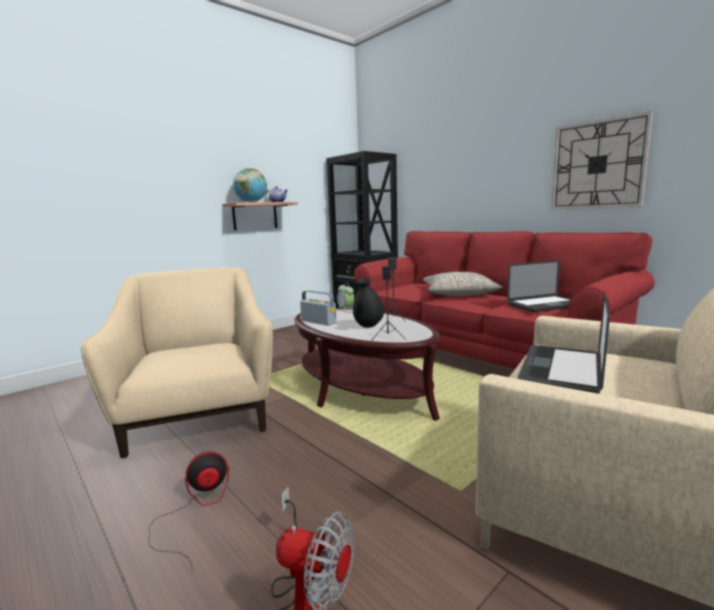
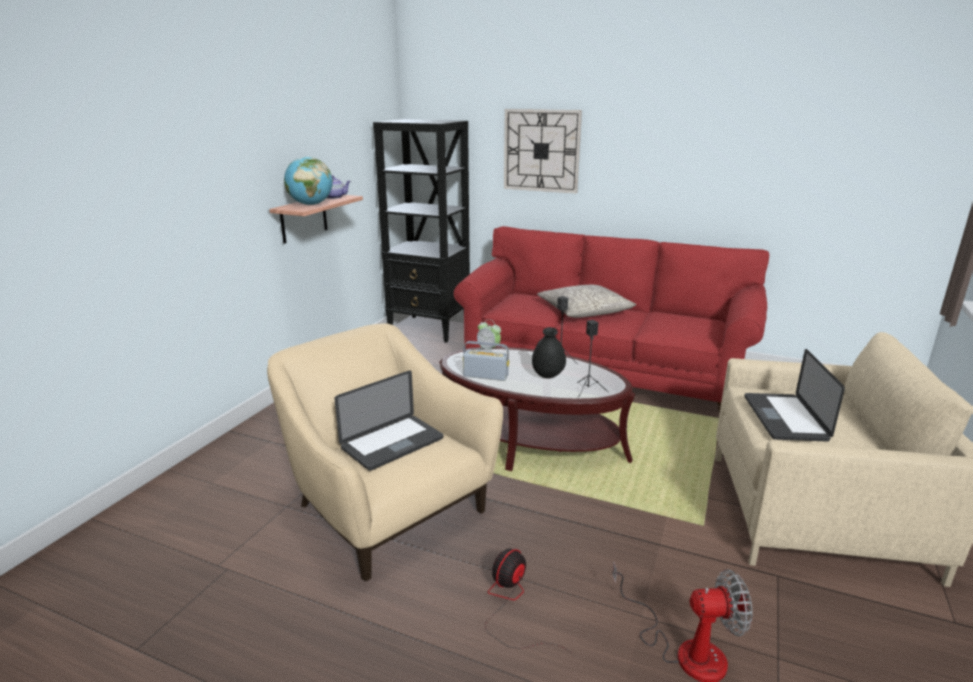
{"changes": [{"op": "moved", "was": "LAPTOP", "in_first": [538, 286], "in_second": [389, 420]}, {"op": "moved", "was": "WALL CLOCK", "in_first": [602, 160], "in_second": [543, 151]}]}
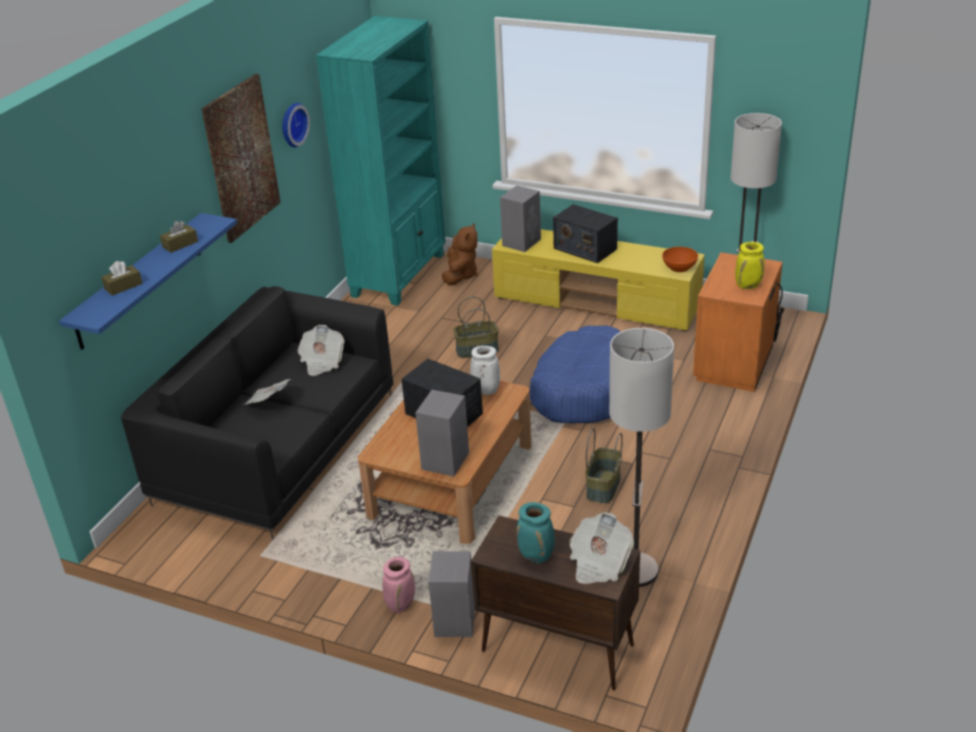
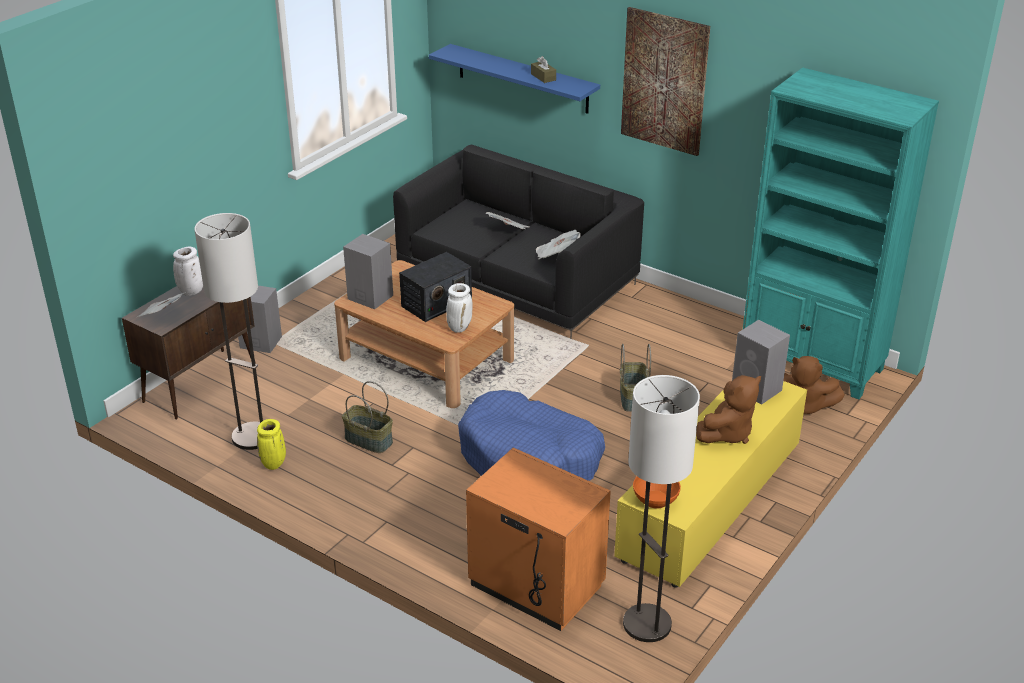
{"changes": [{"op": "removed", "was": "BROWN TISSUE BOX", "in_first": [122, 278]}, {"op": "removed", "was": "WALL CLOCK", "in_first": [296, 125]}, {"op": "removed", "was": "PINK VASE", "in_first": [398, 584]}, {"op": "moved", "was": "YELLOW VASE", "in_first": [750, 265], "in_second": [271, 444]}, {"op": "replaced", "was": "RADIO", "now": "BROWN PLUSH TOY", "in_first": [585, 233], "in_second": [728, 409]}, {"op": "recoloured", "was": "TURQUOISE VASE", "now": "WHITE VASE", "in_first": [536, 532], "in_second": [188, 271]}]}
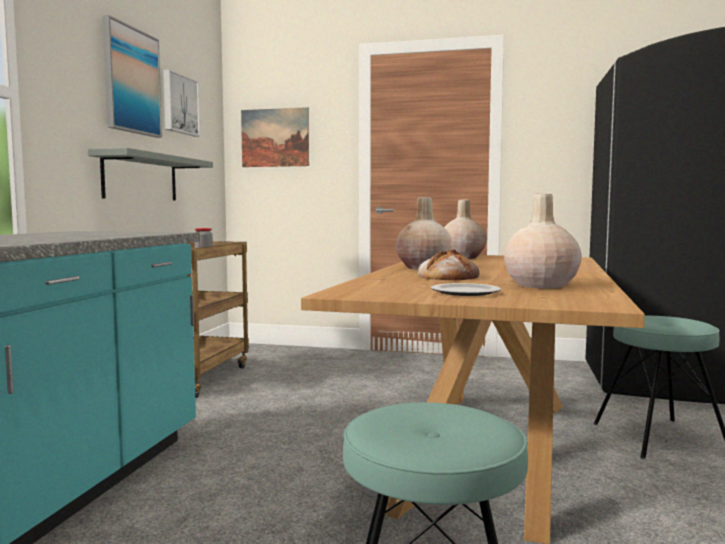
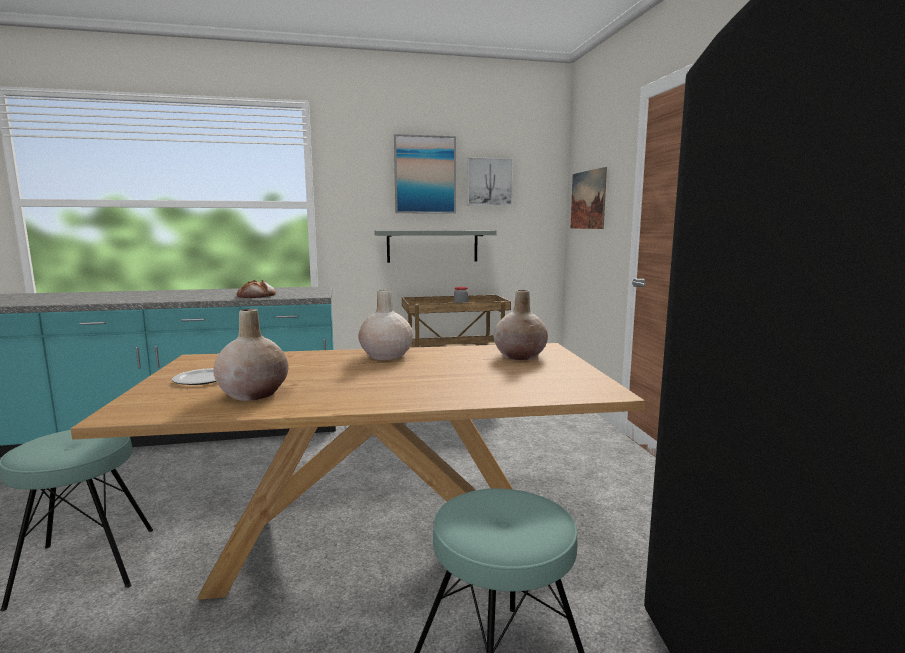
{"changes": [{"op": "moved", "was": "BREAD", "in_first": [448, 264], "in_second": [256, 289]}]}
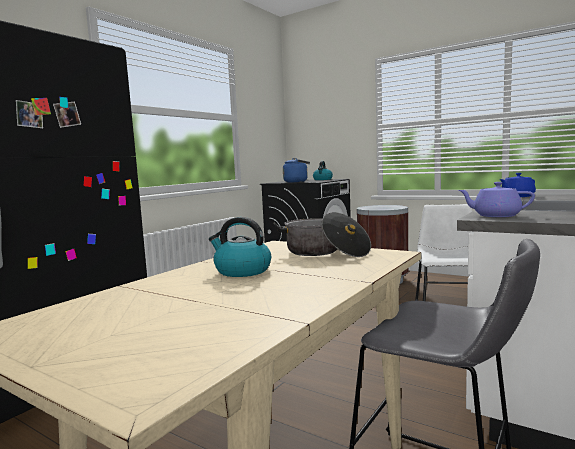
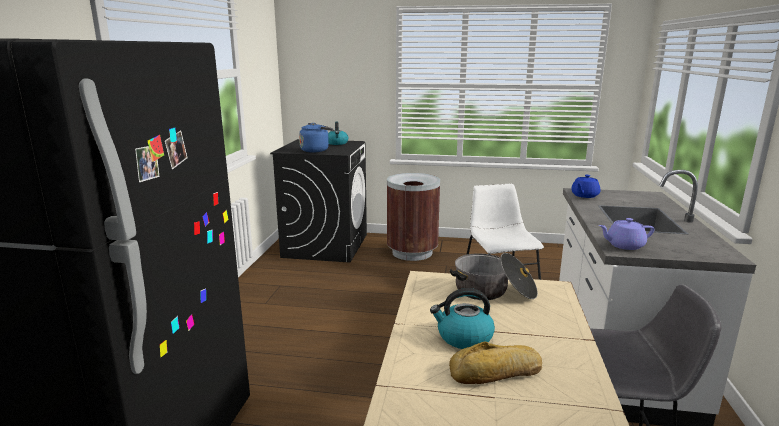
{"changes": [{"op": "added", "now": "BREAD", "in_second": [495, 362]}]}
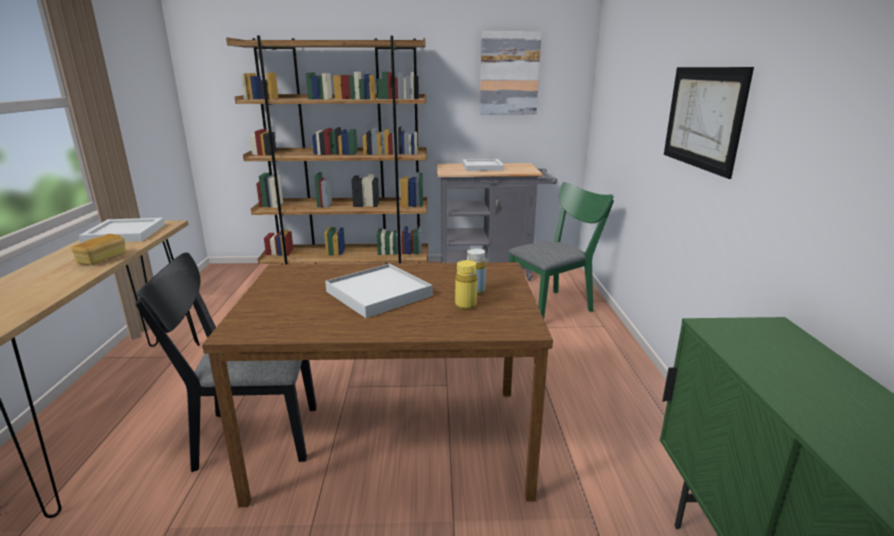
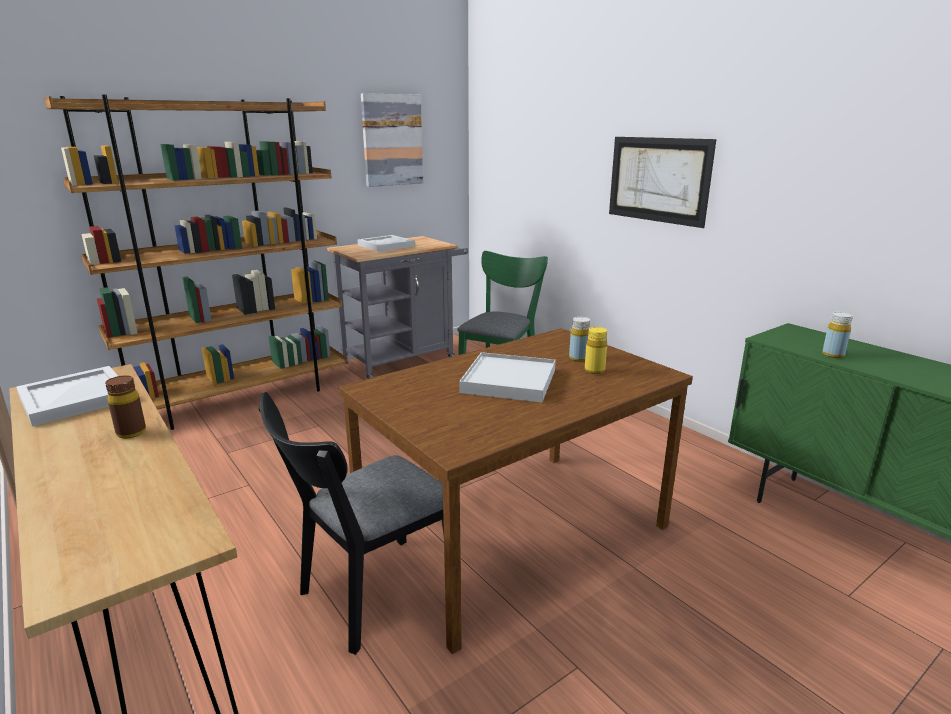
{"changes": [{"op": "added", "now": "YELLOW BOTTLE", "in_second": [837, 335]}, {"op": "replaced", "was": "BREAD", "now": "BROWN BOTTLE", "in_first": [99, 249], "in_second": [125, 407]}]}
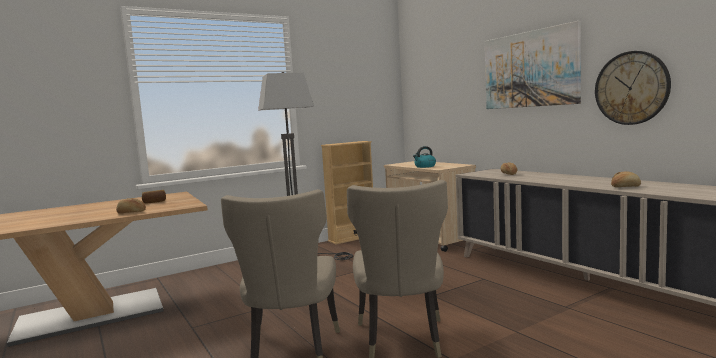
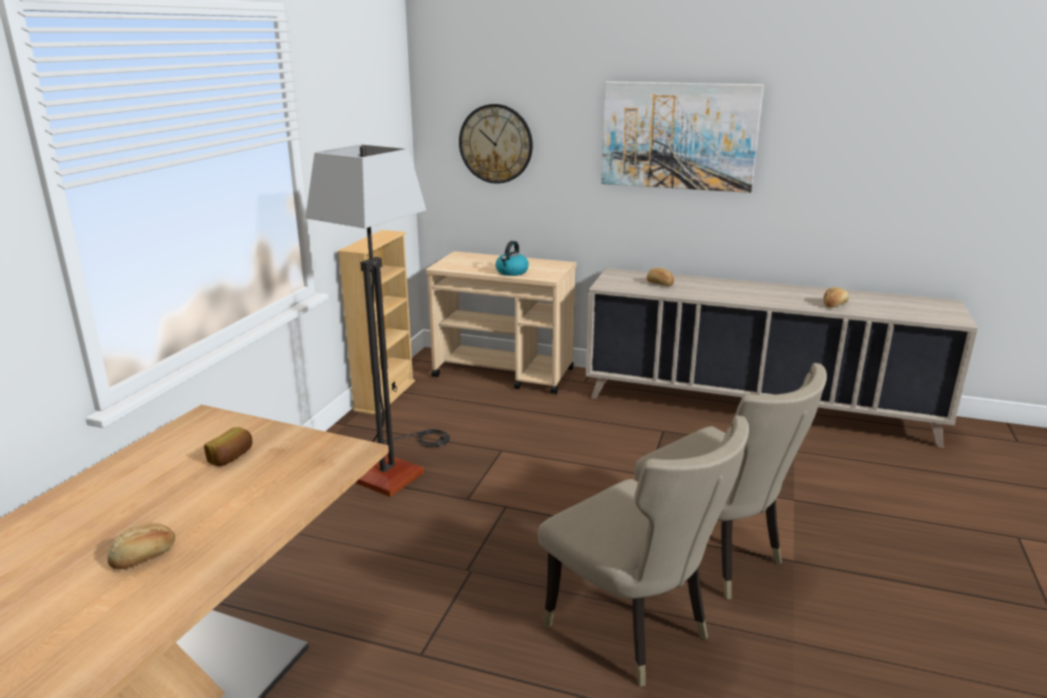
{"changes": [{"op": "moved", "was": "BREAD", "in_first": [131, 206], "in_second": [141, 546]}, {"op": "moved", "was": "WALL CLOCK", "in_first": [633, 88], "in_second": [496, 144]}]}
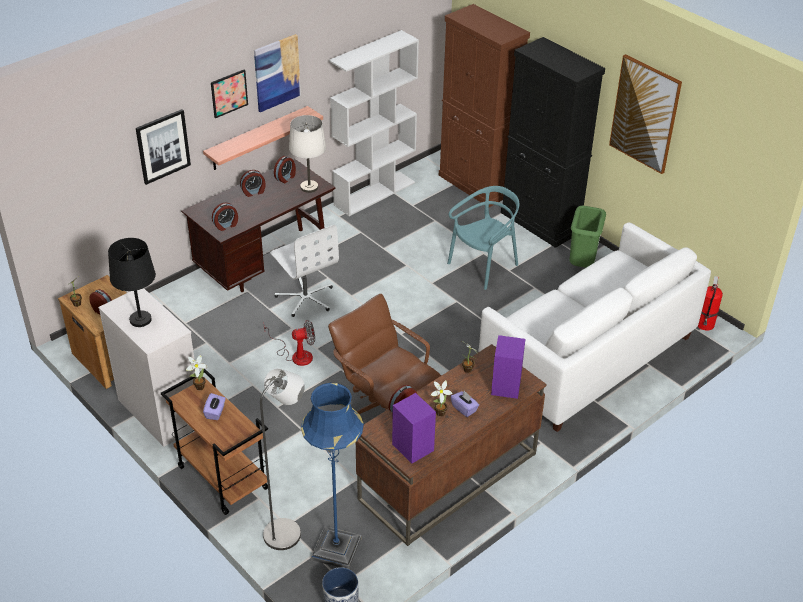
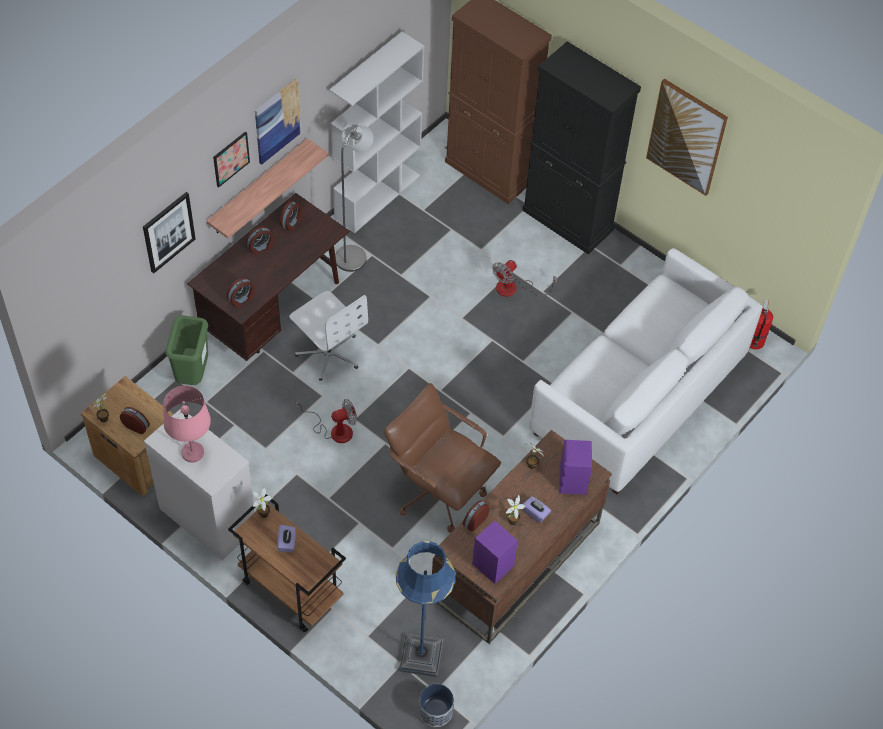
{"changes": [{"op": "removed", "was": "WHITE TABLE LAMP", "in_first": [307, 154]}, {"op": "moved", "was": "GREY FLOOR LAMP", "in_first": [282, 459], "in_second": [354, 197]}, {"op": "moved", "was": "GREEN TRASH CAN", "in_first": [588, 237], "in_second": [186, 350]}, {"op": "replaced", "was": "TURQUOISE CHAIR", "now": "FAN", "in_first": [483, 238], "in_second": [525, 278]}, {"op": "recoloured", "was": "BLACK TABLE LAMP", "now": "PINK TABLE LAMP", "in_first": [132, 282], "in_second": [187, 424]}]}
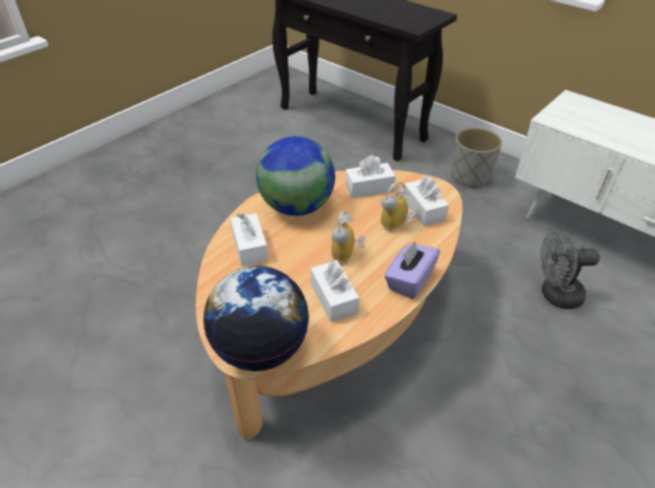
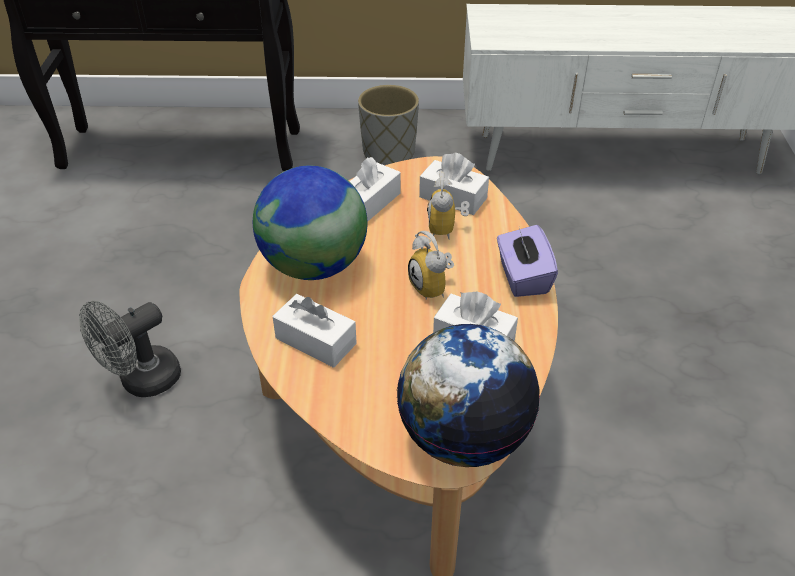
{"changes": [{"op": "moved", "was": "GREY FAN", "in_first": [570, 269], "in_second": [130, 349]}]}
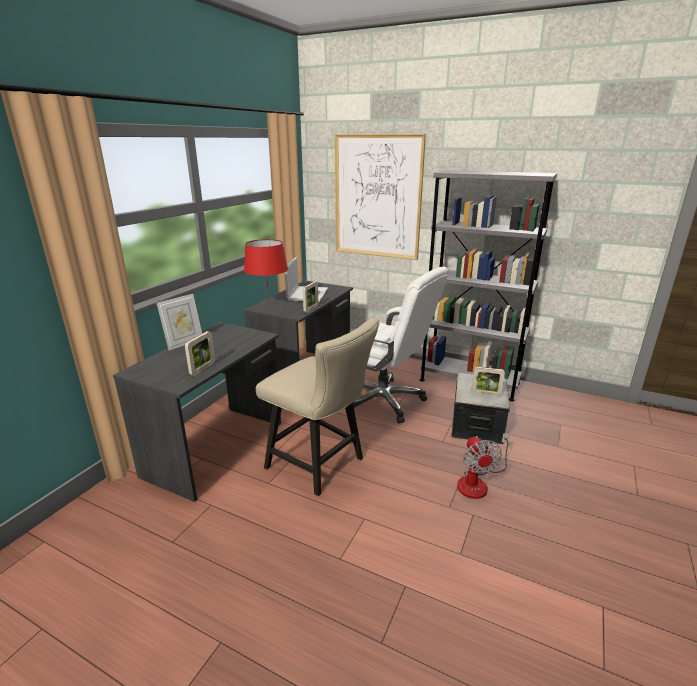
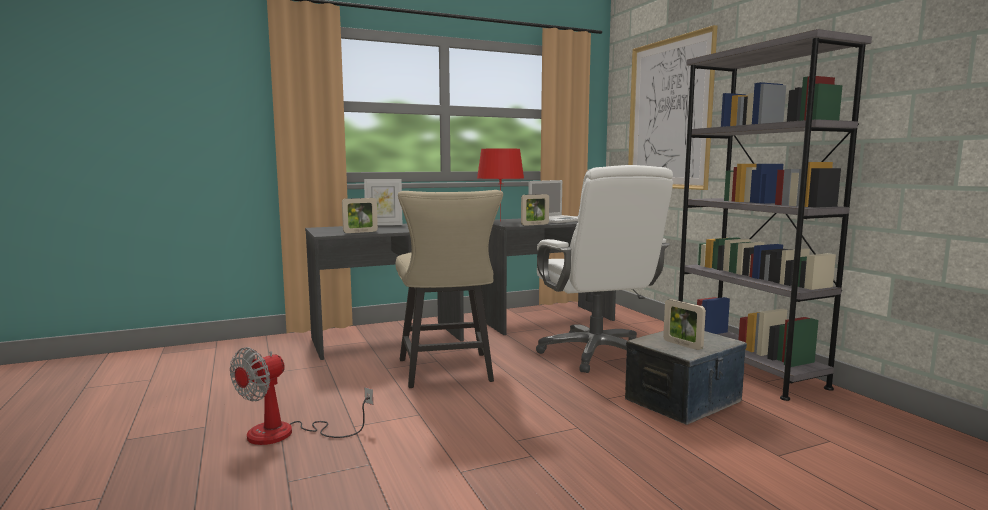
{"changes": [{"op": "moved", "was": "FAN", "in_first": [483, 466], "in_second": [301, 396]}]}
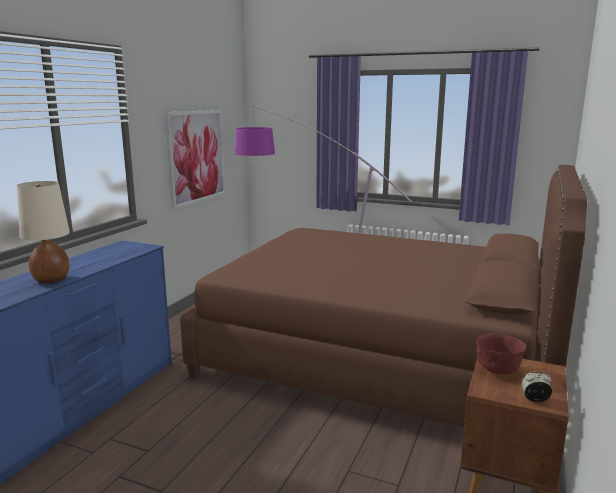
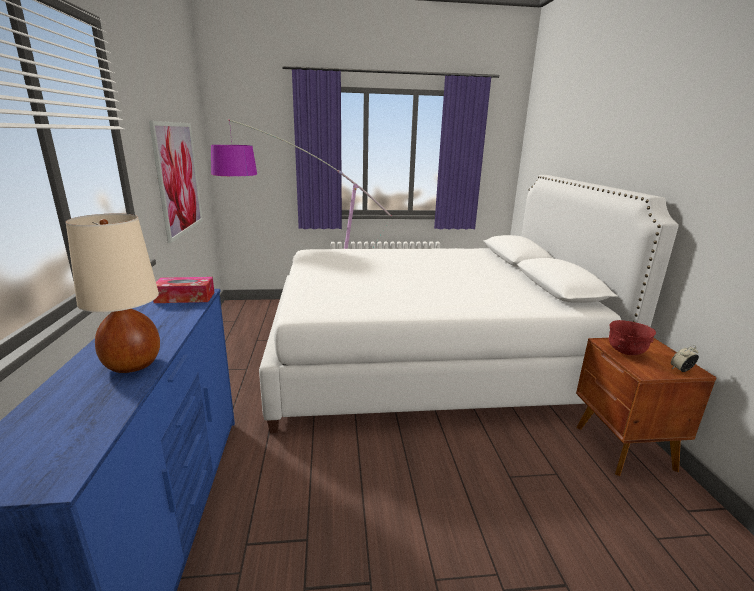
{"changes": [{"op": "added", "now": "TISSUE BOX", "in_second": [184, 290]}, {"op": "recoloured", "was": "BROWN BED", "now": "WHITE BED", "in_first": [383, 296], "in_second": [469, 304]}]}
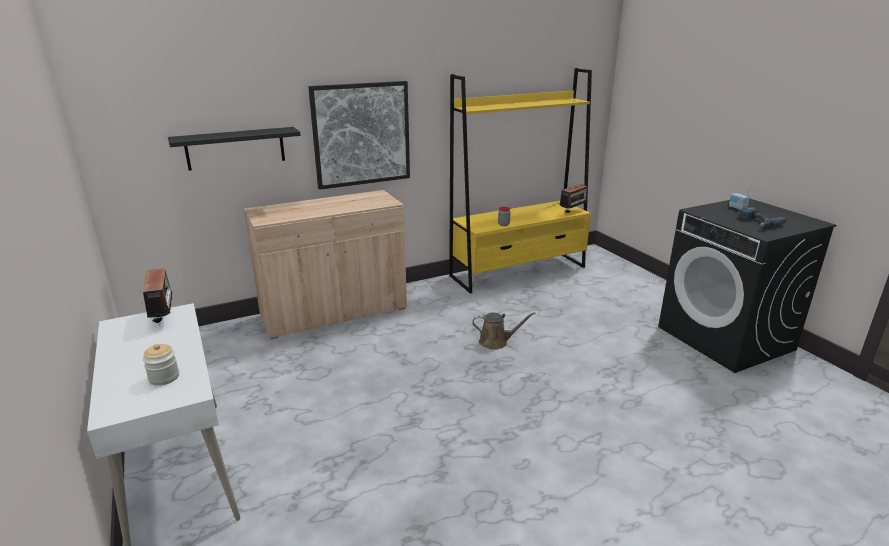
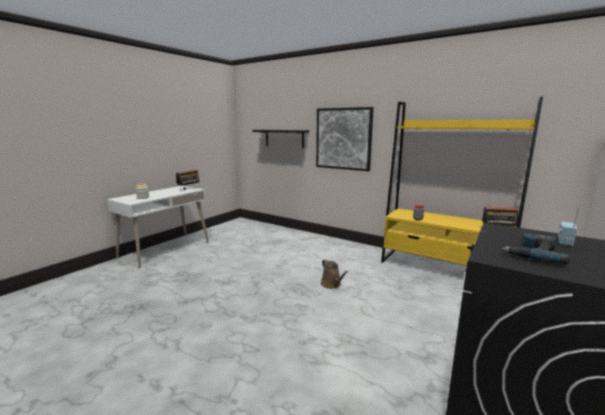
{"changes": [{"op": "removed", "was": "BEIGE CABINET", "in_first": [325, 264]}]}
